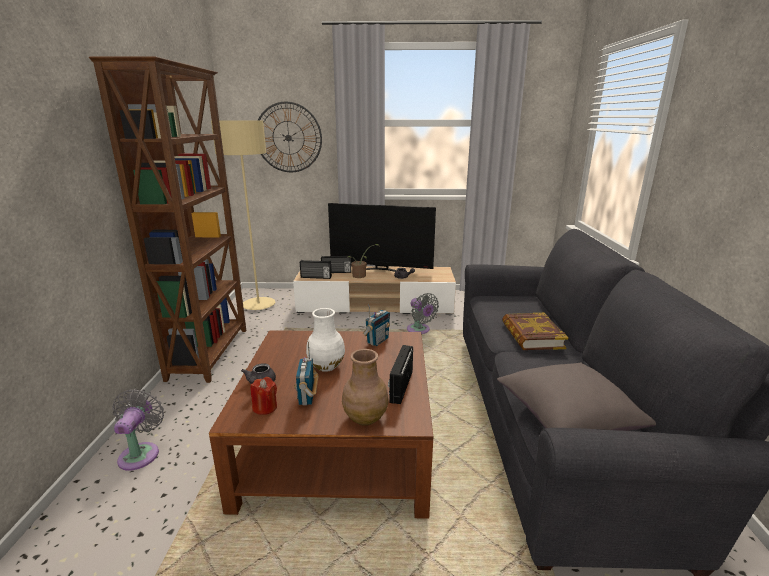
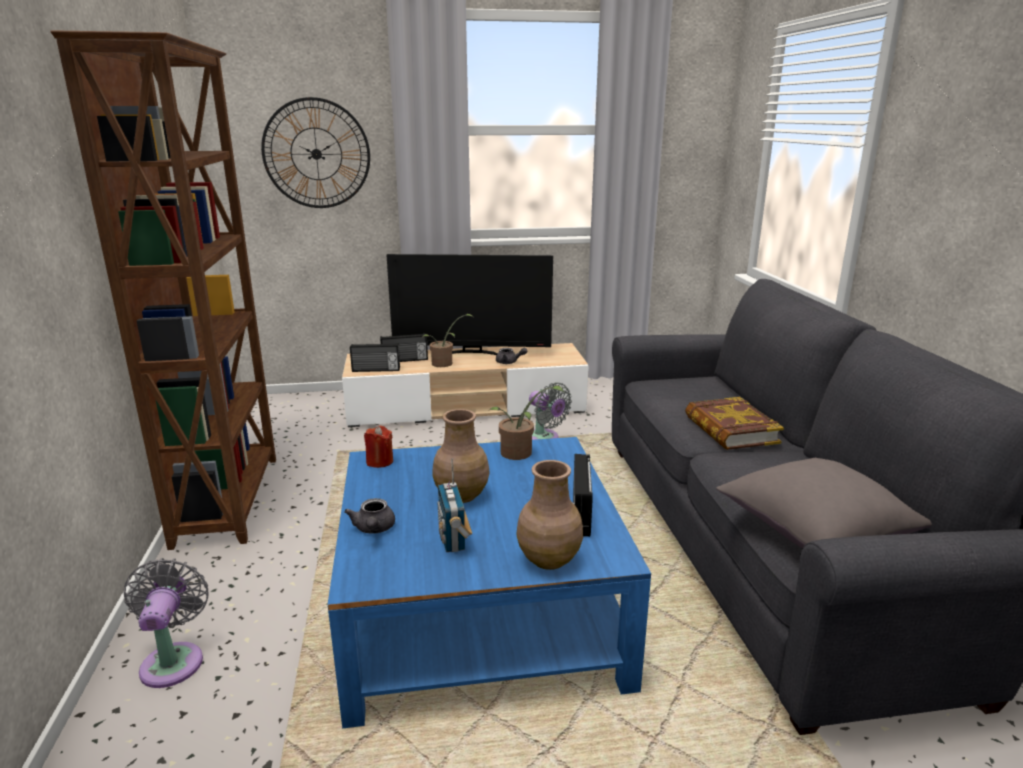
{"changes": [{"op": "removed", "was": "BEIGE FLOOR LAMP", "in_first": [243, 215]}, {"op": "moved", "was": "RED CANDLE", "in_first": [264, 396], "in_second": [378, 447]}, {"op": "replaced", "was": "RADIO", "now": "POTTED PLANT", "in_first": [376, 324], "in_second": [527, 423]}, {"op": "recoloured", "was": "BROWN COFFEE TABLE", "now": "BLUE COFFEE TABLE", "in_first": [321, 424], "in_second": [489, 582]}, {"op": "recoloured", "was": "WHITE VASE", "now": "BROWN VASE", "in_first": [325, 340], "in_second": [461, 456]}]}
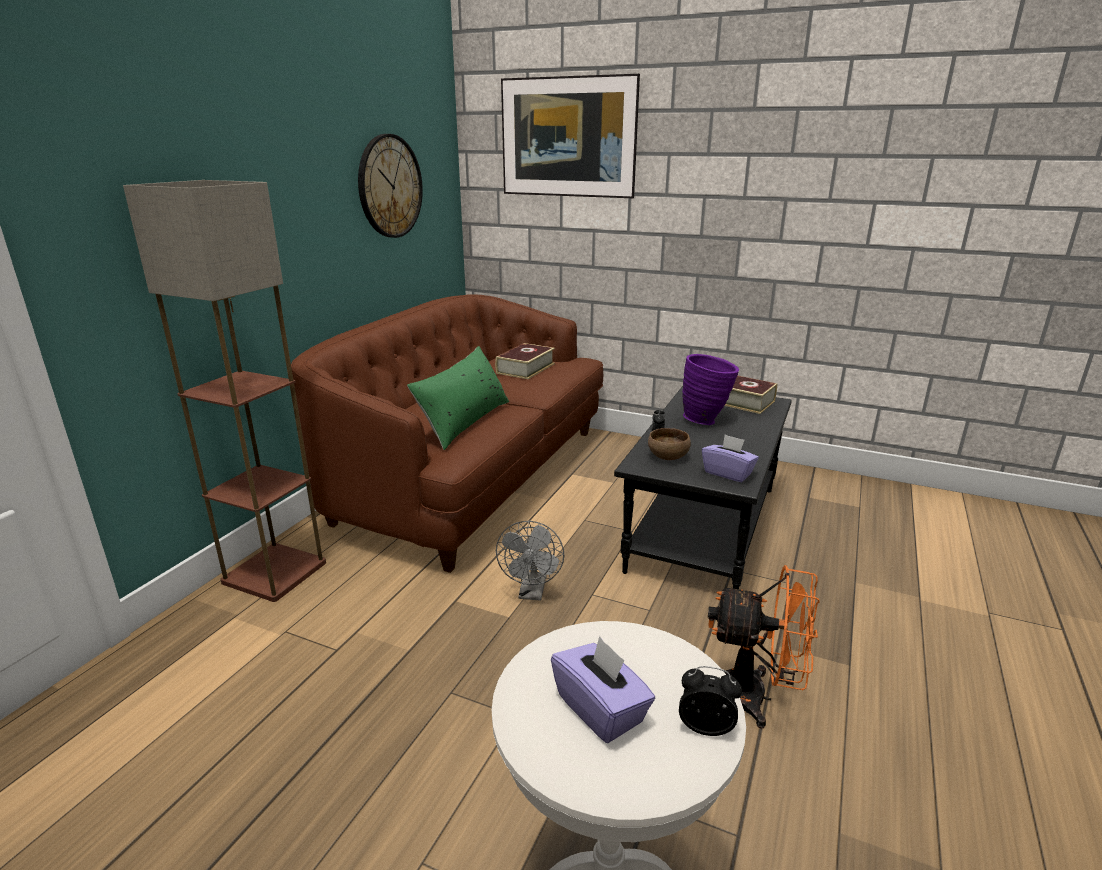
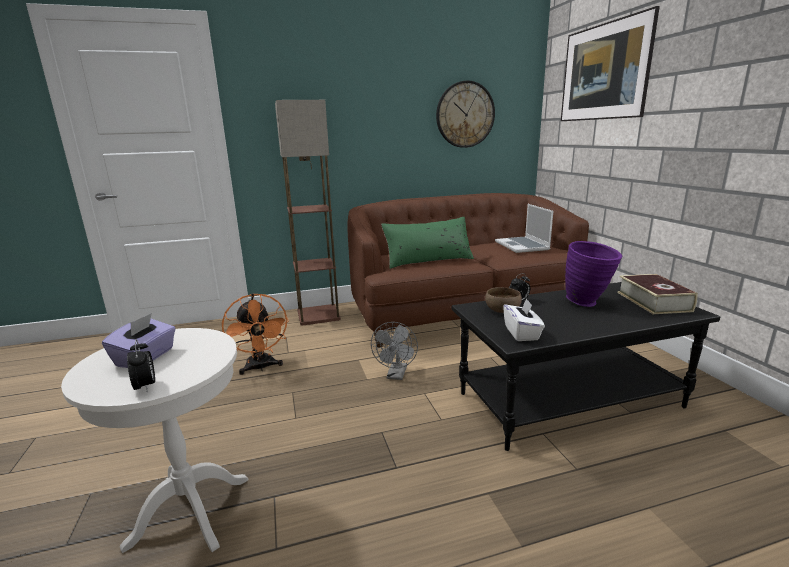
{"changes": [{"op": "moved", "was": "ORANGE FAN", "in_first": [764, 646], "in_second": [255, 334]}, {"op": "replaced", "was": "BOOK", "now": "LAPTOP", "in_first": [525, 361], "in_second": [524, 228]}, {"op": "recoloured", "was": "PURPLE TISSUE BOX", "now": "WHITE TISSUE BOX", "in_first": [730, 458], "in_second": [524, 319]}, {"op": "turned", "was": "GREY FAN", "in_first": [530, 560], "in_second": [394, 351], "clockwise": -45}]}
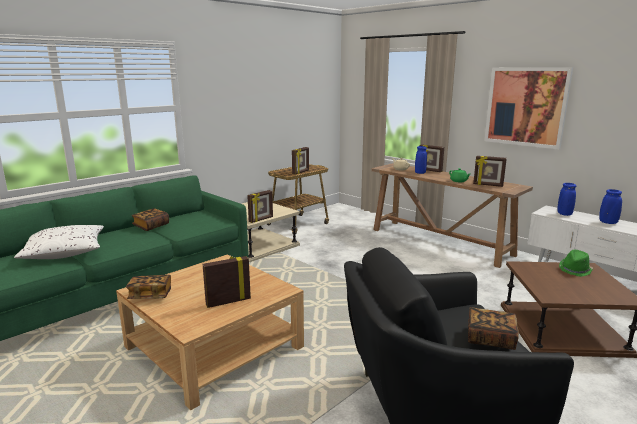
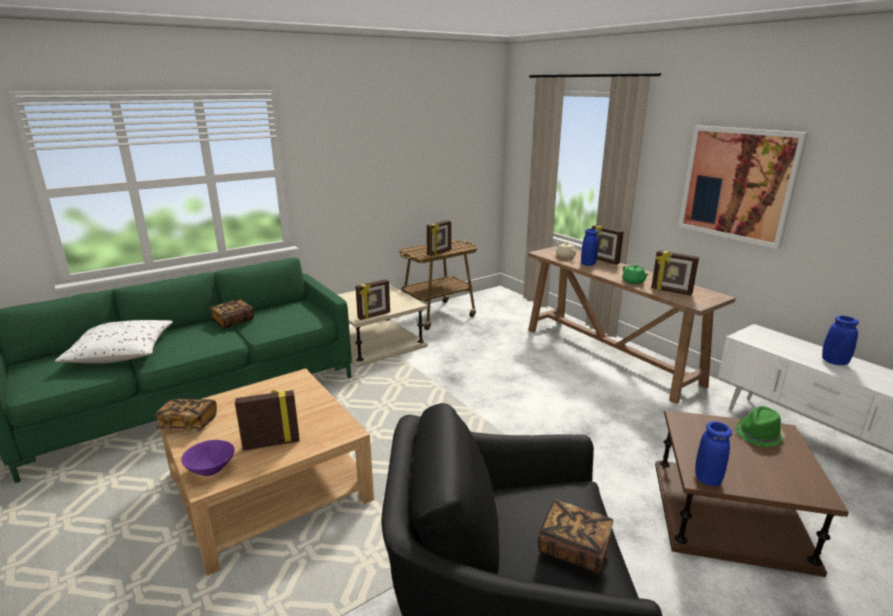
{"changes": [{"op": "added", "now": "PURPLE BOWL", "in_second": [207, 458]}, {"op": "moved", "was": "BLUE VASE", "in_first": [567, 199], "in_second": [713, 453]}]}
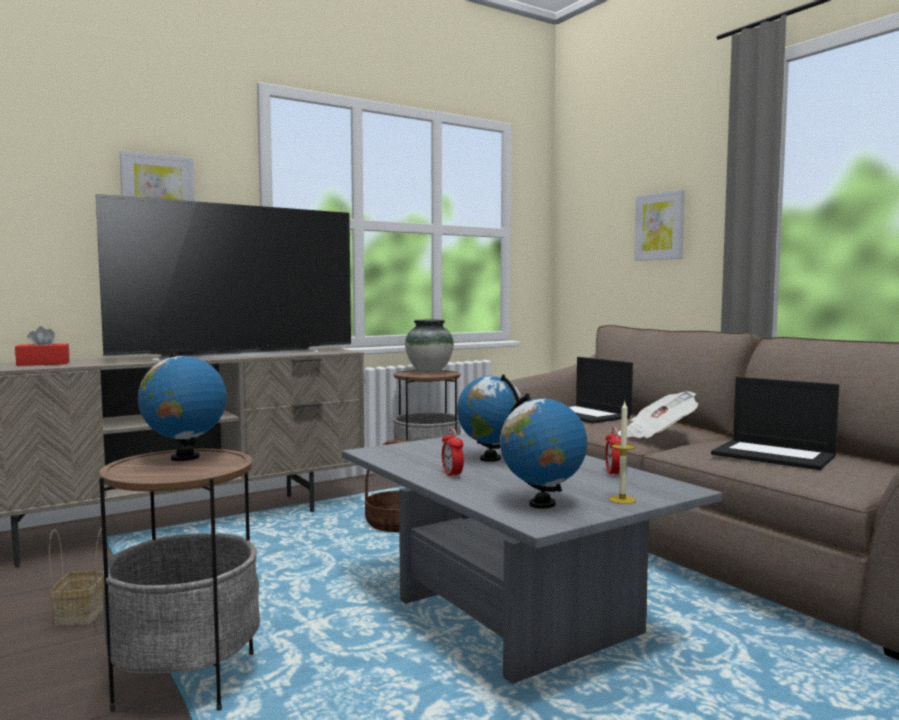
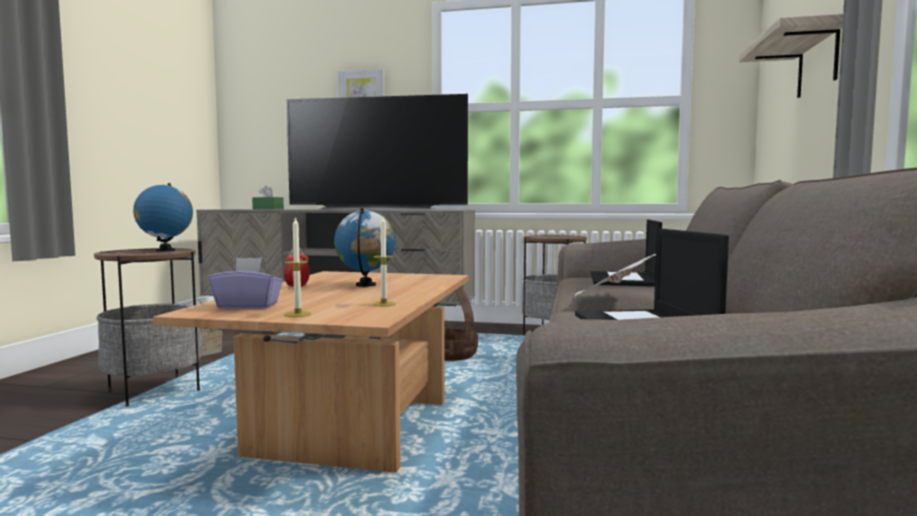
{"changes": [{"op": "removed", "was": "VASE", "in_first": [429, 346]}, {"op": "replaced", "was": "GLOBE", "now": "PURPLE TISSUE BOX", "in_first": [543, 451], "in_second": [245, 283]}, {"op": "replaced", "was": "ALARM CLOCK", "now": "CANDLE", "in_first": [613, 452], "in_second": [384, 261]}, {"op": "replaced", "was": "PICTURE", "now": "SHELF", "in_first": [659, 225], "in_second": [791, 56]}, {"op": "recoloured", "was": "RED TISSUE BOX", "now": "GREEN TISSUE BOX", "in_first": [42, 346], "in_second": [268, 197]}, {"op": "recoloured", "was": "GREY COFFEE TABLE", "now": "BROWN COFFEE TABLE", "in_first": [532, 559], "in_second": [311, 372]}]}
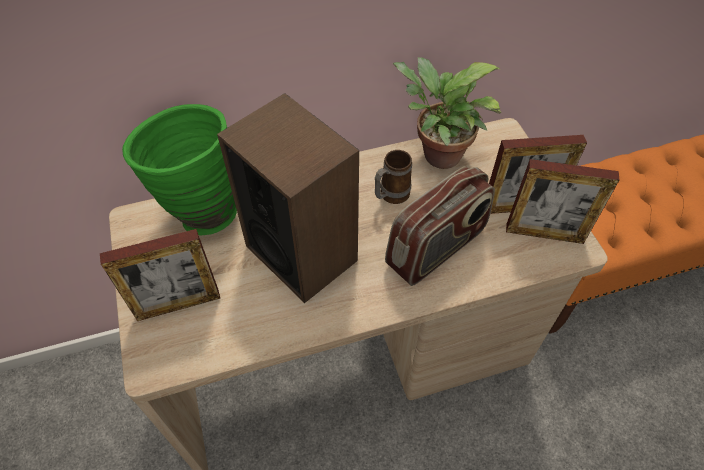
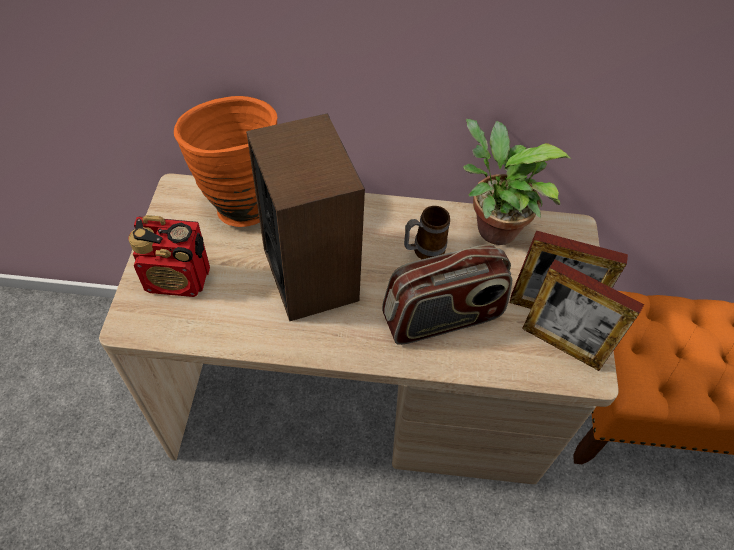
{"changes": [{"op": "replaced", "was": "PICTURE FRAME", "now": "RADIO", "in_first": [160, 275], "in_second": [169, 256]}, {"op": "recoloured", "was": "GREEN VASE", "now": "ORANGE VASE", "in_first": [179, 169], "in_second": [226, 161]}]}
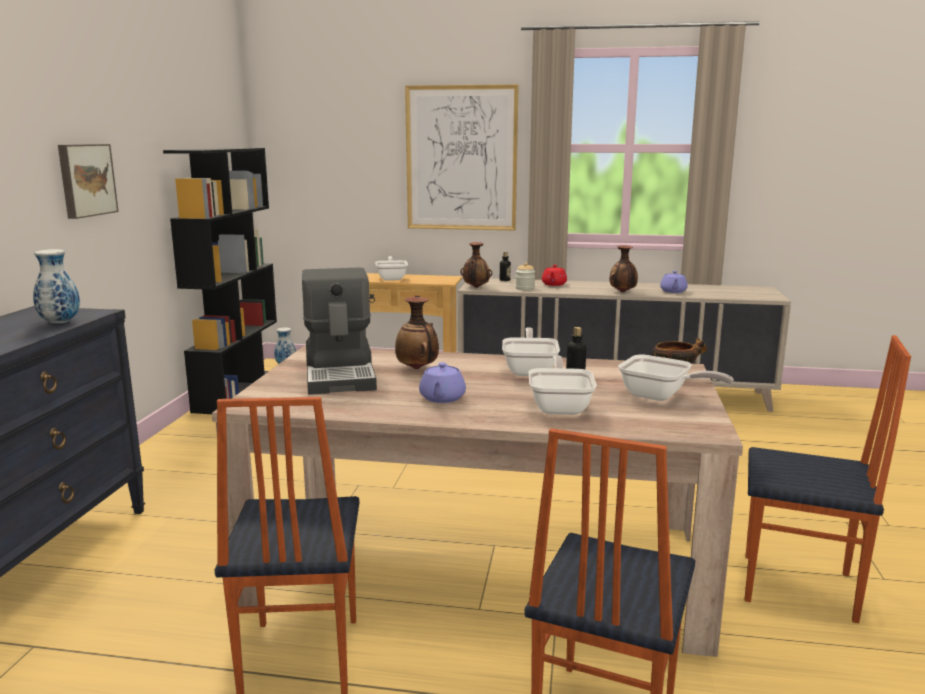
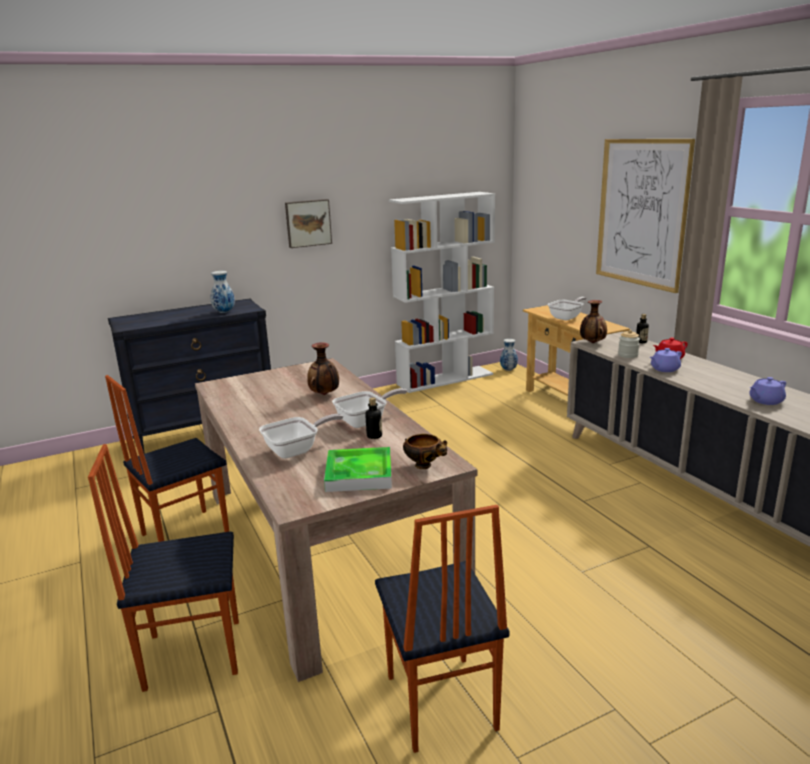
{"changes": [{"op": "removed", "was": "COFFEE MACHINE", "in_first": [339, 331]}, {"op": "removed", "was": "VASE", "in_first": [623, 268]}, {"op": "moved", "was": "PURPLE TEAPOT", "in_first": [442, 382], "in_second": [666, 360]}, {"op": "replaced", "was": "FRYING PAN", "now": "TRAY", "in_first": [676, 378], "in_second": [358, 469]}, {"op": "recoloured", "was": "BLACK BOOKCASE", "now": "WHITE BOOKCASE", "in_first": [220, 281], "in_second": [442, 292]}]}
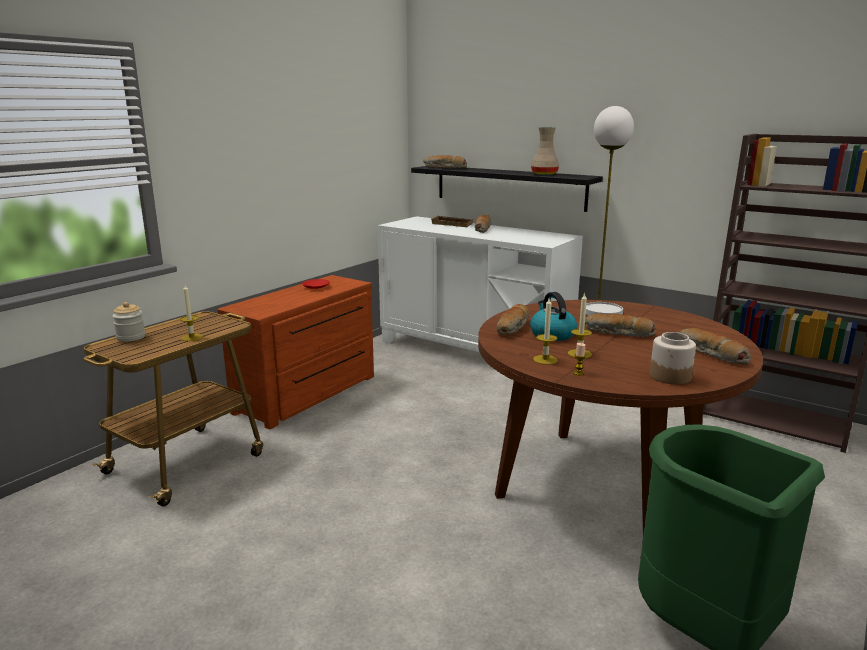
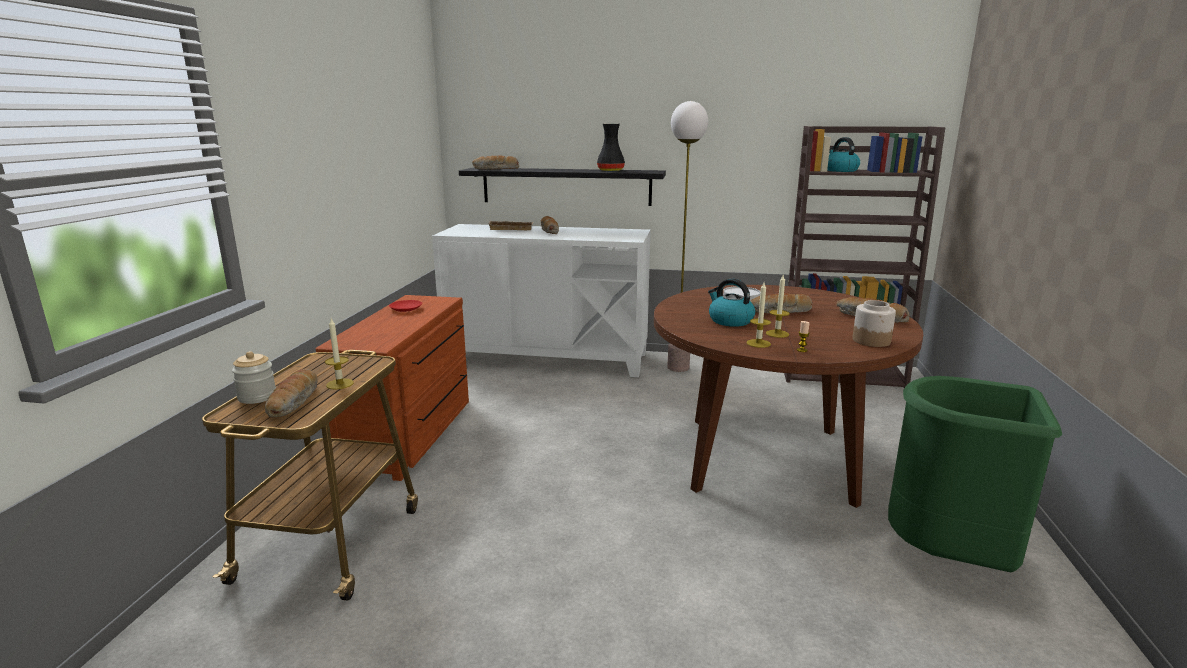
{"changes": [{"op": "added", "now": "KETTLE", "in_second": [843, 154]}, {"op": "moved", "was": "BREAD", "in_first": [513, 319], "in_second": [291, 393]}, {"op": "recoloured", "was": "BEIGE VASE", "now": "BLACK VASE", "in_first": [545, 151], "in_second": [611, 148]}]}
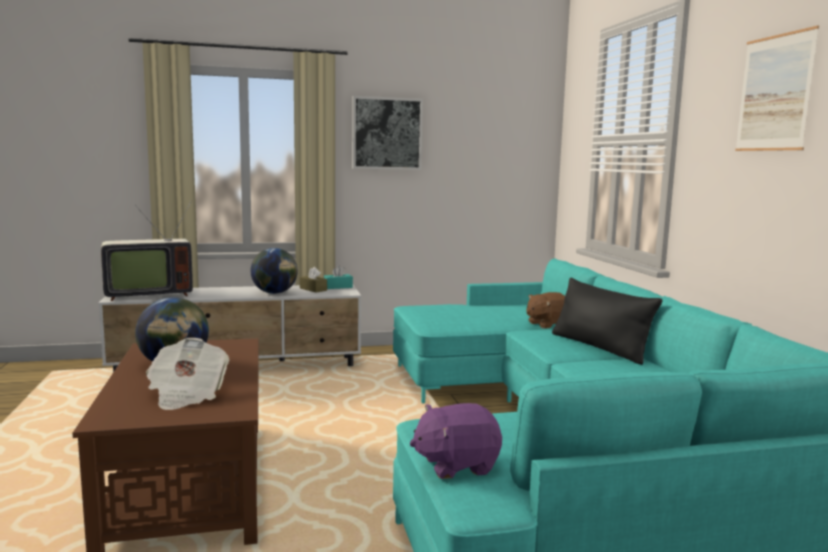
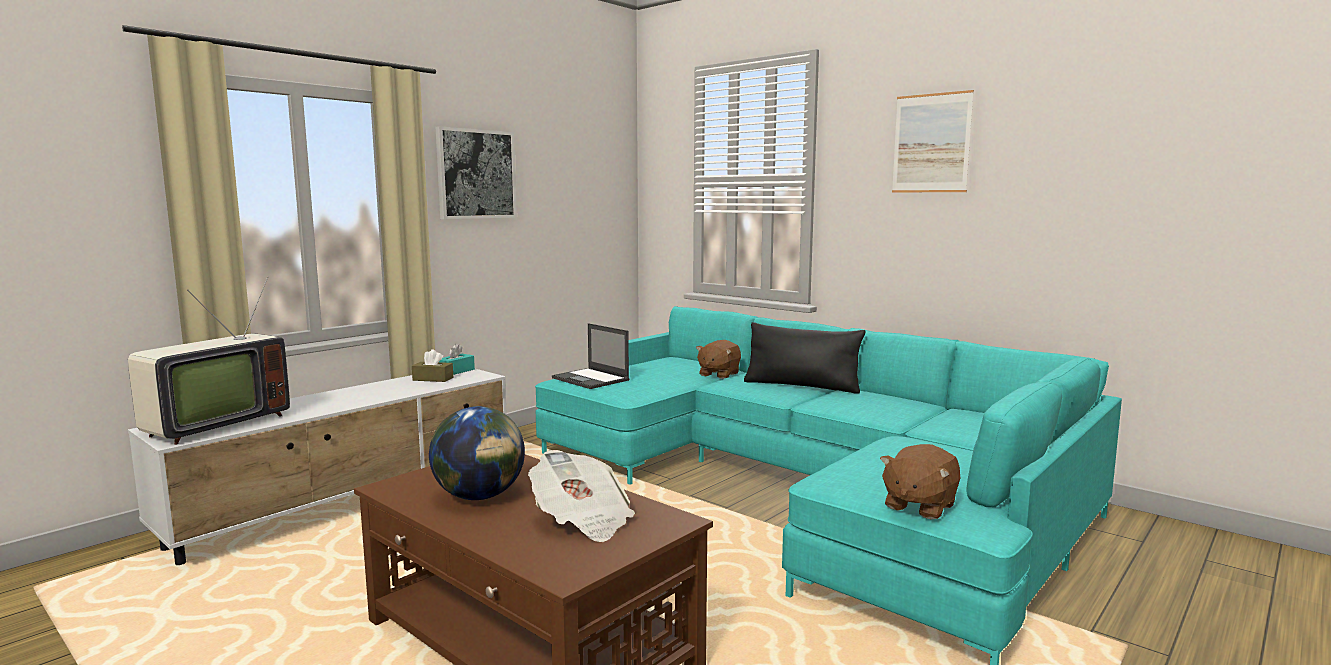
{"changes": [{"op": "removed", "was": "GLOBE", "in_first": [274, 271]}, {"op": "added", "now": "LAPTOP", "in_second": [590, 356]}, {"op": "recoloured", "was": "PURPLE PLUSH TOY", "now": "BROWN PLUSH TOY", "in_first": [456, 441], "in_second": [920, 481]}]}
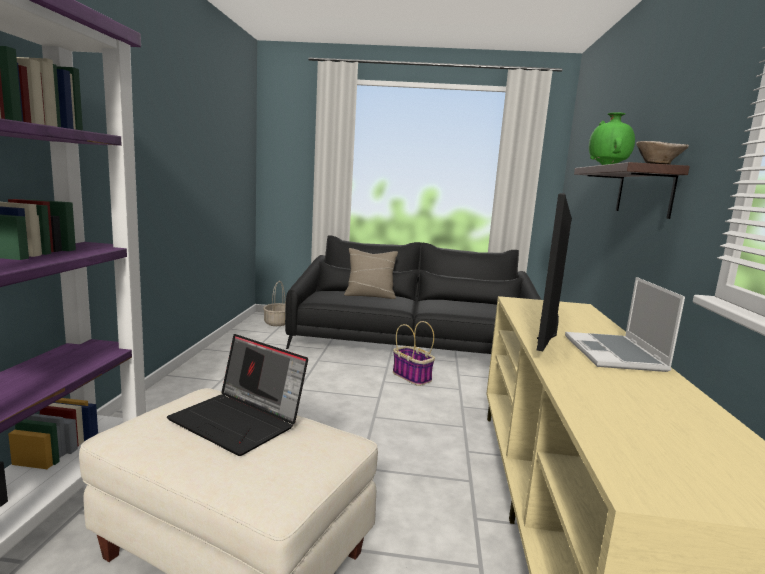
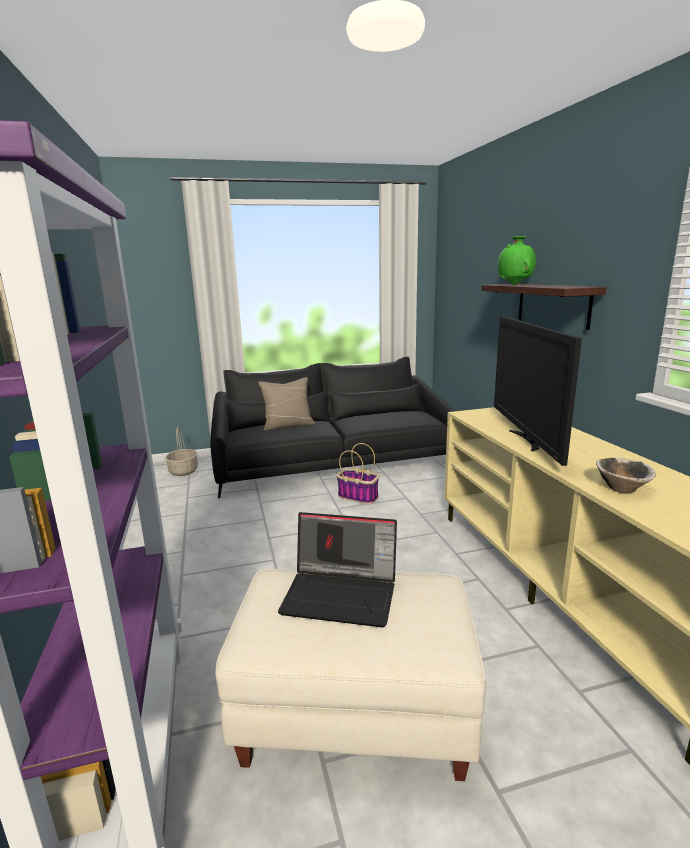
{"changes": [{"op": "removed", "was": "LAPTOP", "in_first": [625, 324]}, {"op": "moved", "was": "BOWL", "in_first": [662, 152], "in_second": [626, 475]}]}
